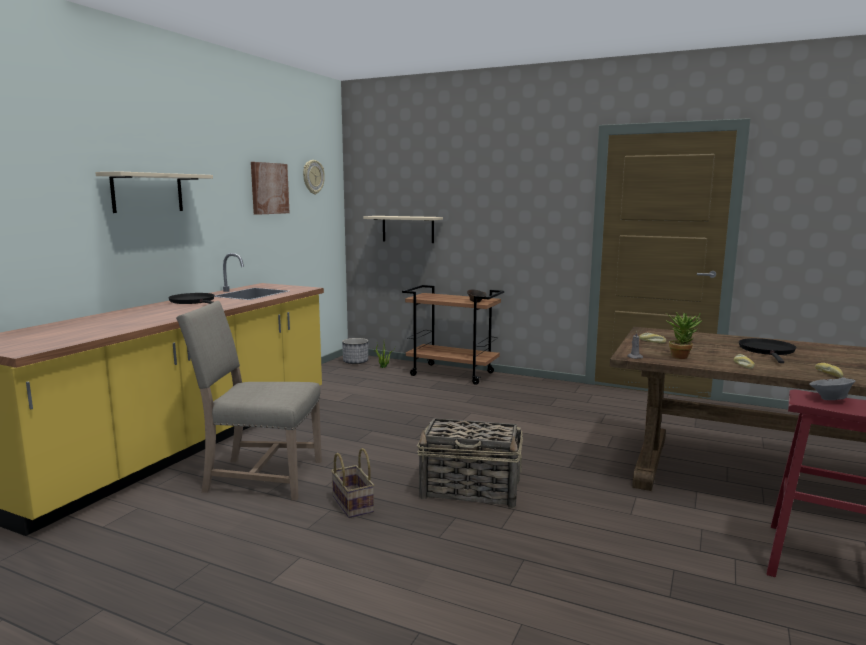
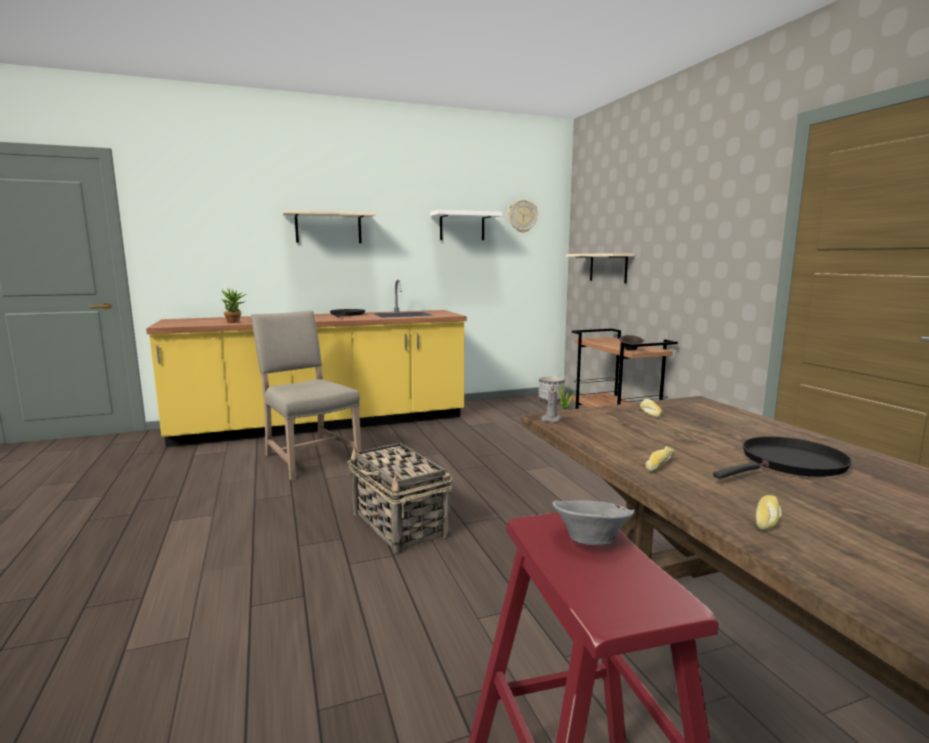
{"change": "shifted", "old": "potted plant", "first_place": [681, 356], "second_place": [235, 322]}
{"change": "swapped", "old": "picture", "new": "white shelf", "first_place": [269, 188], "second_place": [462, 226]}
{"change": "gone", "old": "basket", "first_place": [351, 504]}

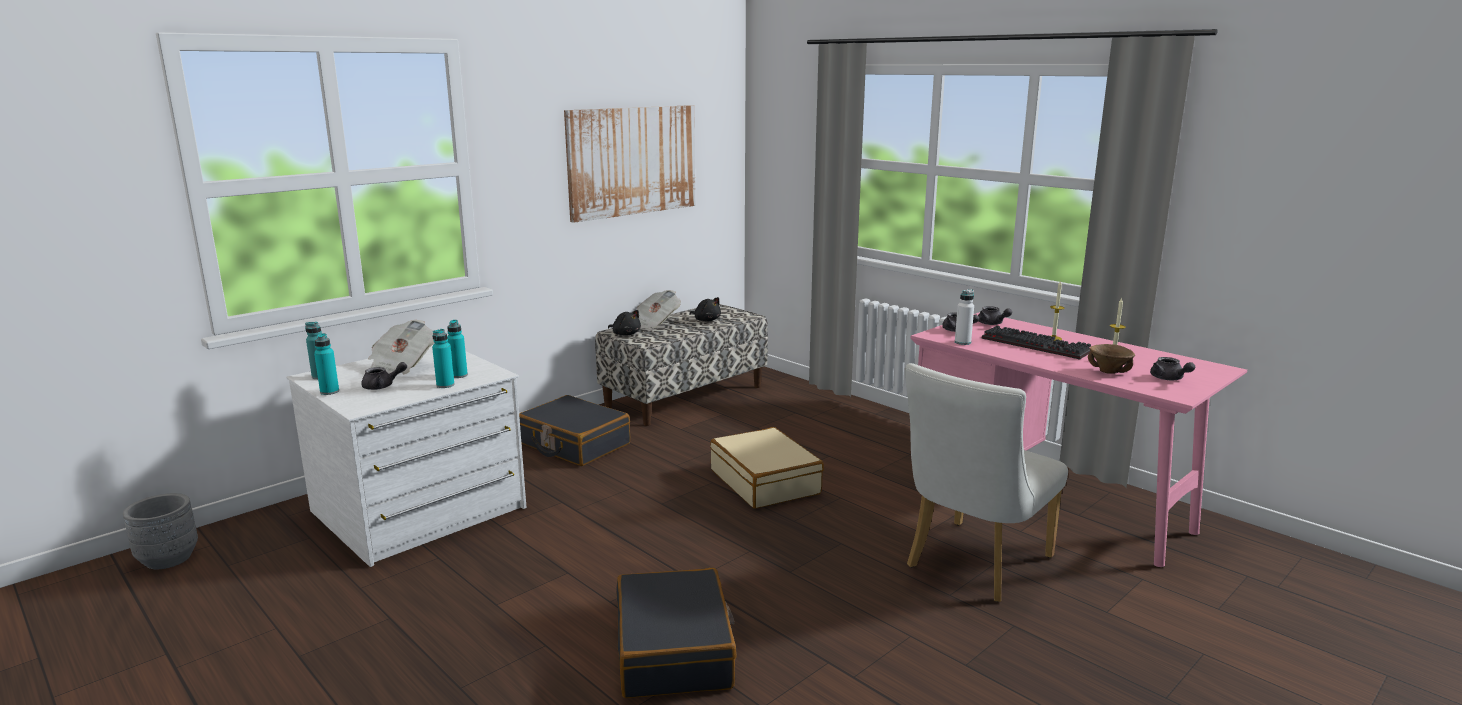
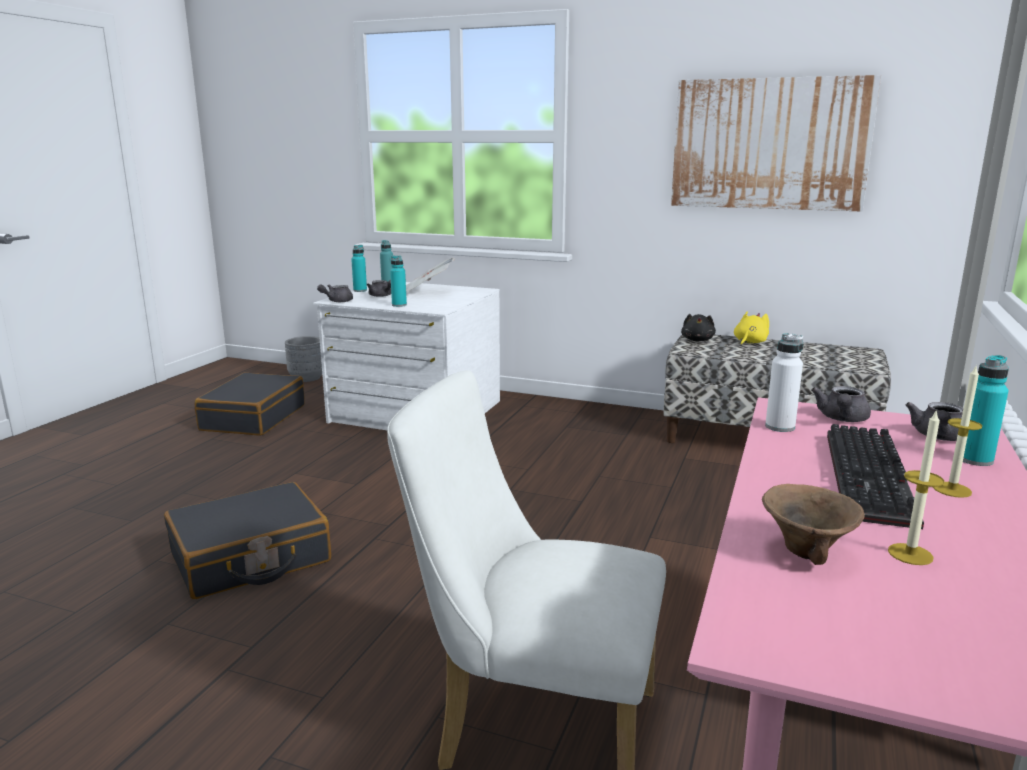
{"change": "shifted", "old": "black suitcase", "first_place": [574, 444], "second_place": [253, 418]}
{"change": "shifted", "old": "grey teapot", "first_place": [1169, 379], "second_place": [336, 301]}
{"change": "swapped", "old": "newspaper", "new": "yellow plush toy", "first_place": [654, 324], "second_place": [749, 342]}
{"change": "shifted", "old": "turquoise bottle", "first_place": [459, 375], "second_place": [975, 460]}
{"change": "gone", "old": "black plush toy", "first_place": [706, 320]}
{"change": "gone", "old": "beige suitcase", "first_place": [765, 482]}

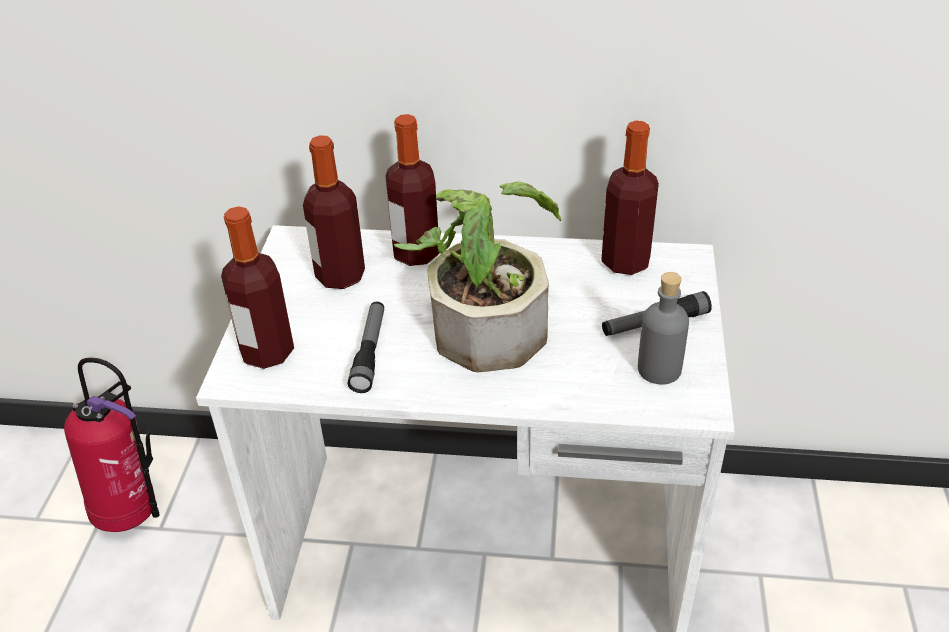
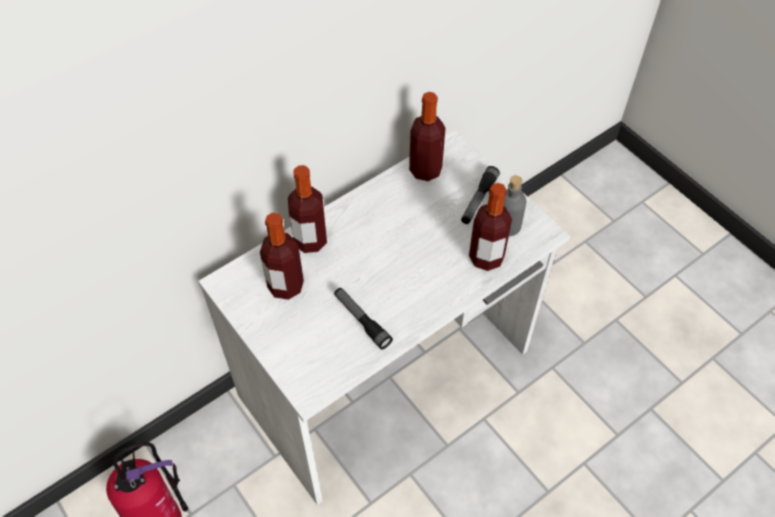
{"change": "shifted", "old": "bottle", "first_place": [267, 352], "second_place": [486, 257]}
{"change": "gone", "old": "potted plant", "first_place": [485, 321]}

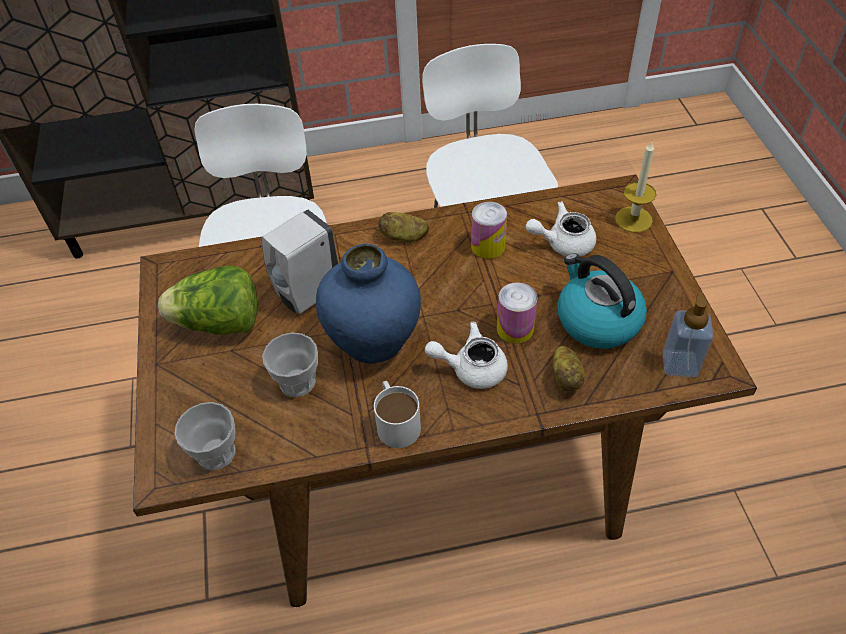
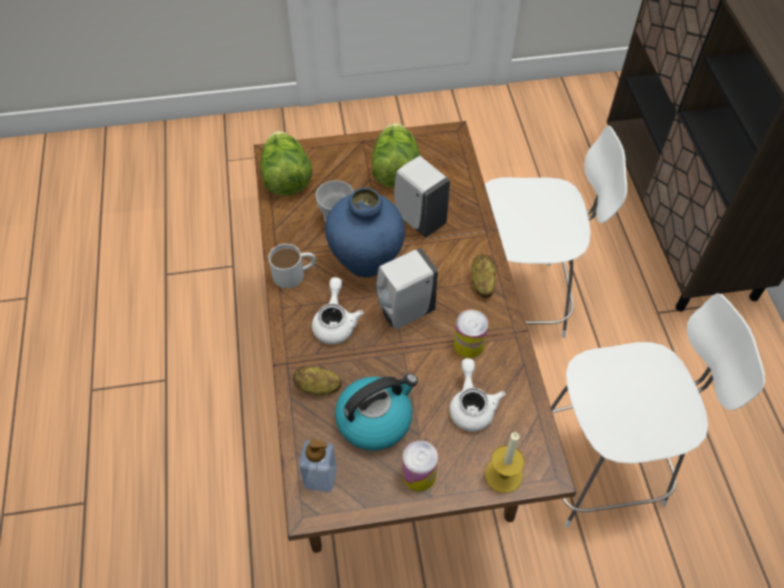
{"change": "swapped", "old": "cup", "new": "lettuce", "first_place": [216, 453], "second_place": [286, 178]}
{"change": "new", "new": "white soap dispenser", "second_place": [404, 312]}
{"change": "shifted", "old": "can", "first_place": [515, 329], "second_place": [419, 475]}

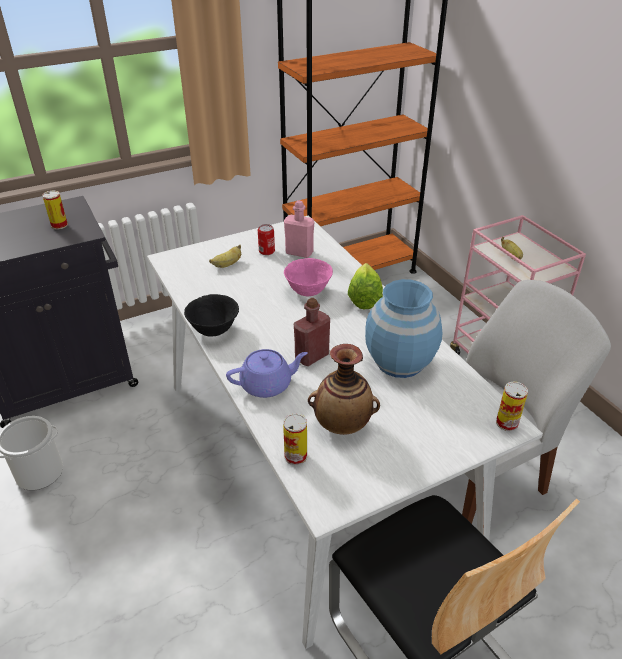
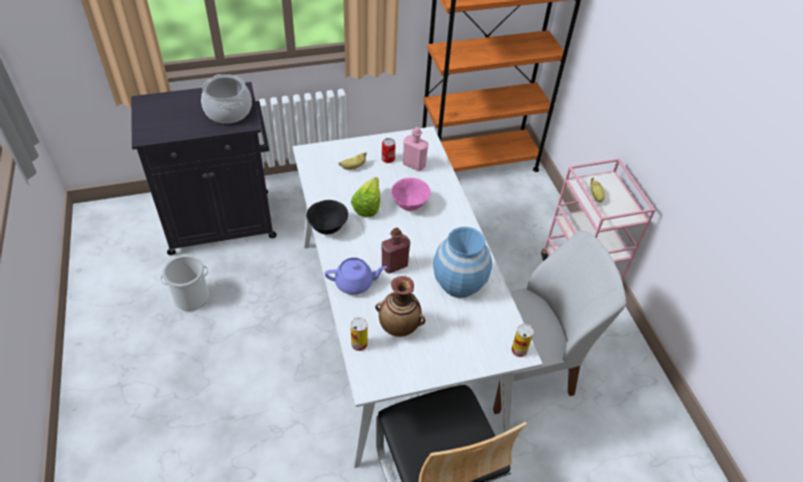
{"change": "swapped", "old": "can", "new": "cooking pot", "first_place": [59, 225], "second_place": [228, 111]}
{"change": "shifted", "old": "lettuce", "first_place": [366, 296], "second_place": [370, 204]}

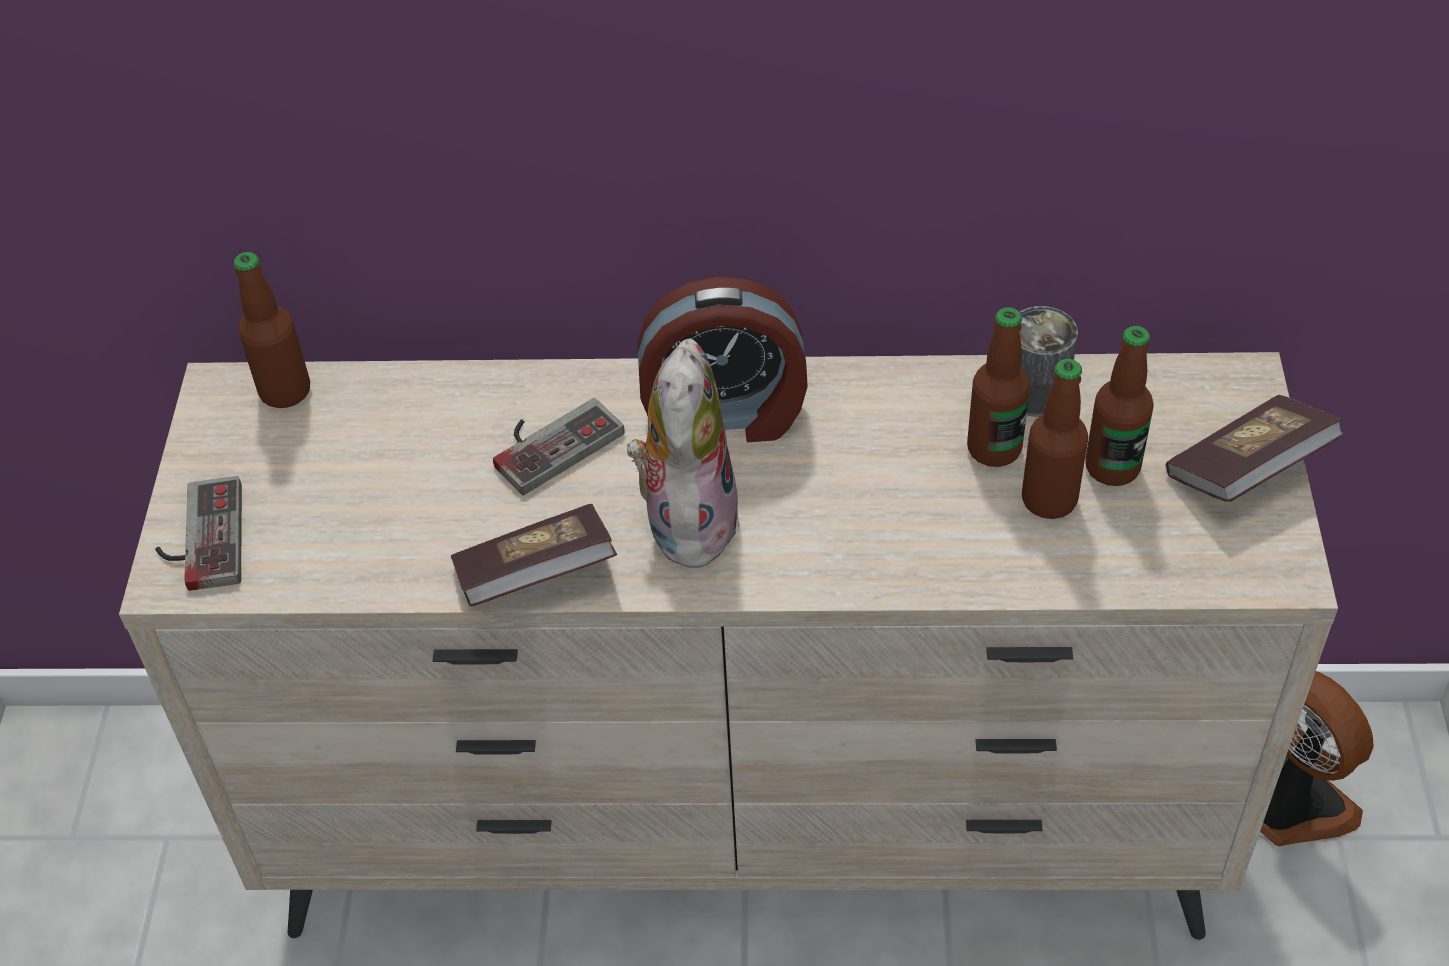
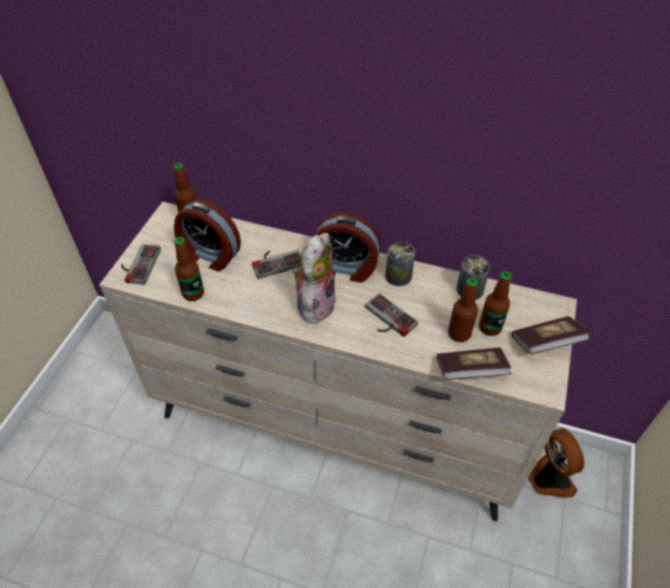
{"change": "new", "new": "alarm clock", "second_place": [209, 255]}
{"change": "shifted", "old": "bottle", "first_place": [994, 449], "second_place": [193, 293]}
{"change": "new", "new": "game controller", "second_place": [386, 319]}
{"change": "new", "new": "can", "second_place": [398, 276]}
{"change": "shifted", "old": "book", "first_place": [536, 576], "second_place": [470, 371]}

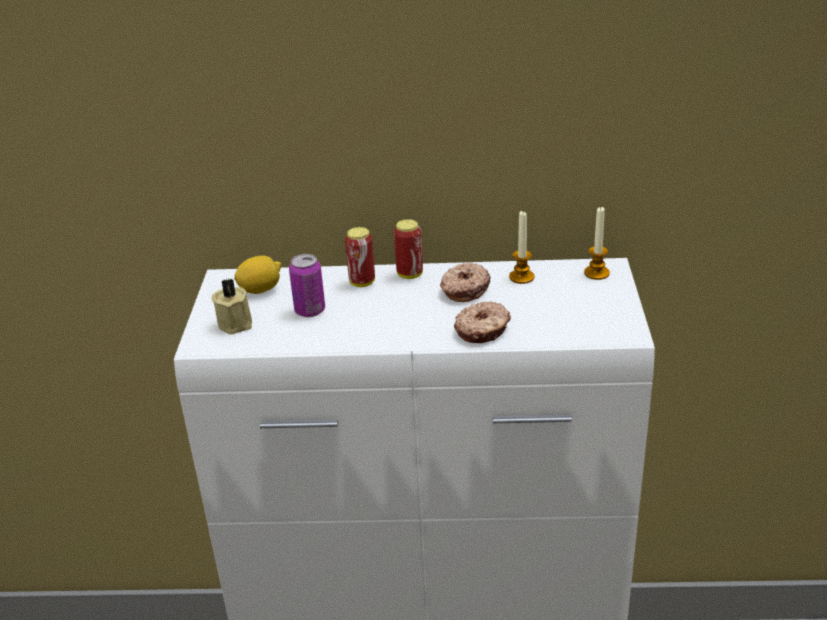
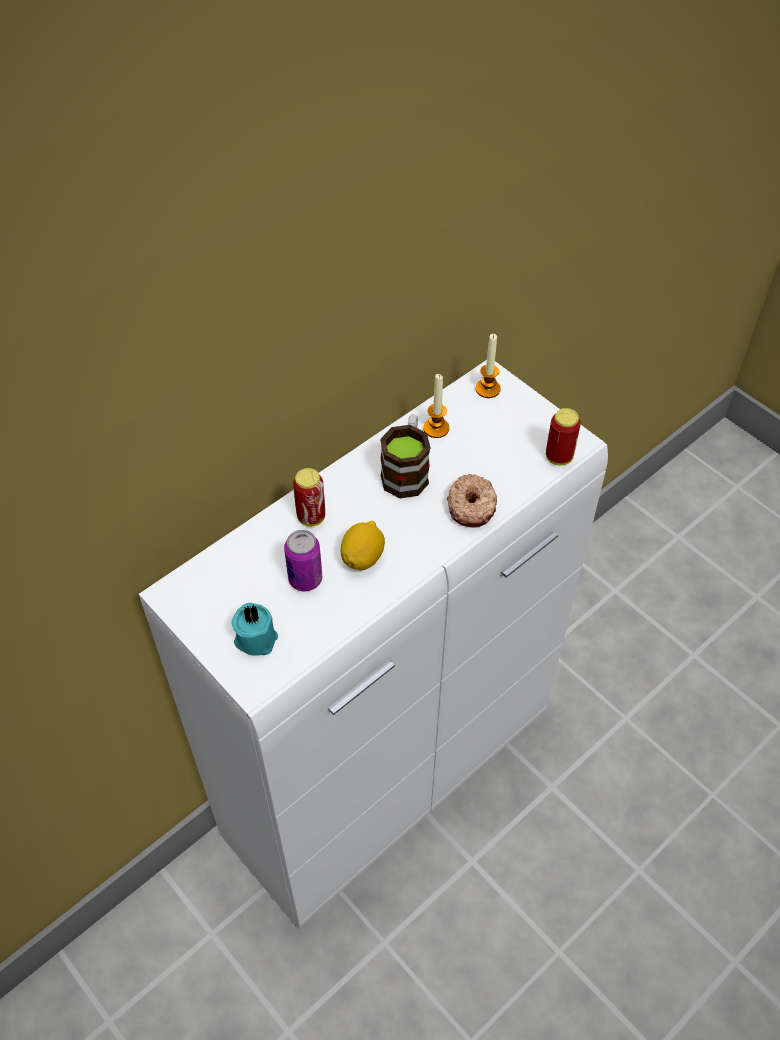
{"change": "repainted", "old": "beige candle", "new": "turquoise candle", "first_place": [236, 323], "second_place": [255, 637]}
{"change": "shifted", "old": "lemon", "first_place": [260, 289], "second_place": [362, 557]}
{"change": "swapped", "old": "donut", "new": "mug", "first_place": [464, 289], "second_place": [406, 471]}
{"change": "shifted", "old": "can", "first_place": [409, 274], "second_place": [559, 457]}

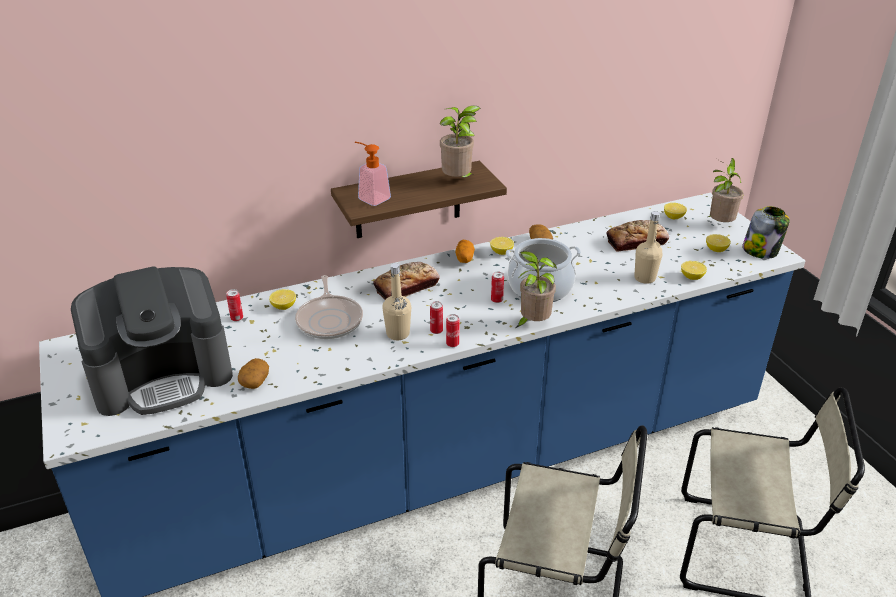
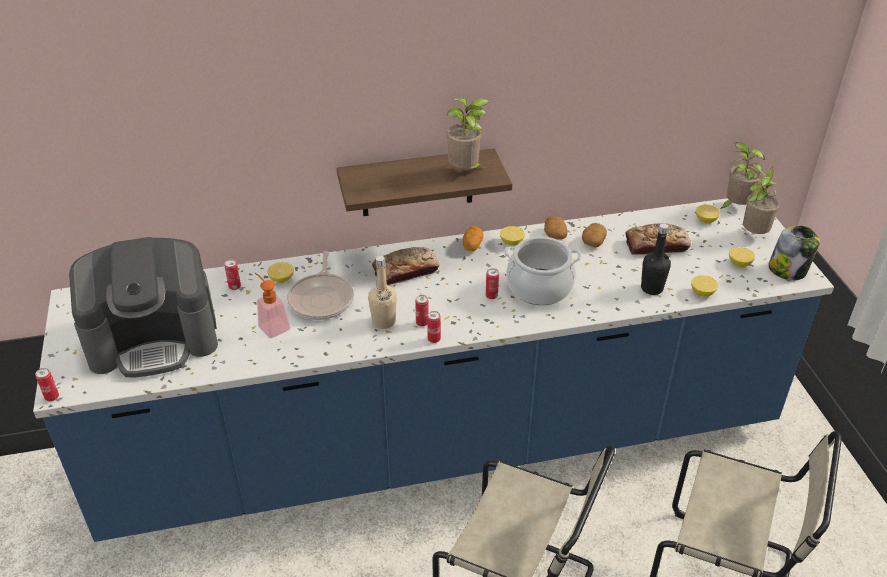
{"change": "new", "new": "can", "second_place": [52, 397]}
{"change": "shifted", "old": "soap dispenser", "first_place": [370, 197], "second_place": [271, 325]}
{"change": "shifted", "old": "potato", "first_place": [254, 381], "second_place": [593, 241]}
{"change": "repainted", "old": "beige bottle", "new": "black bottle", "first_place": [645, 278], "second_place": [652, 288]}
{"change": "shifted", "old": "potted plant", "first_place": [532, 323], "second_place": [735, 207]}

